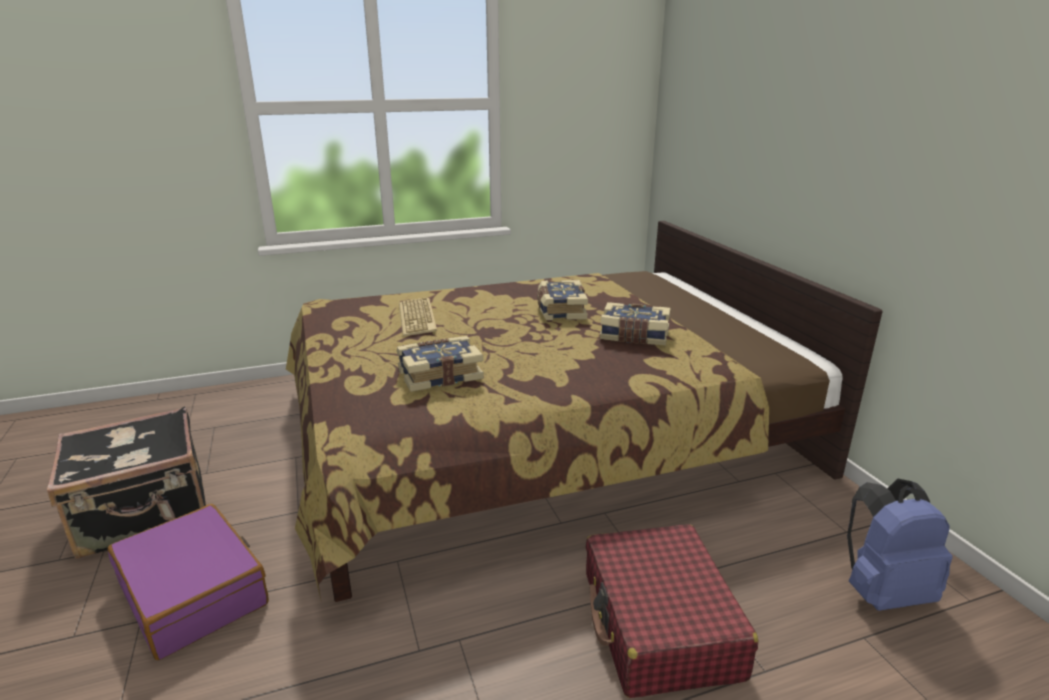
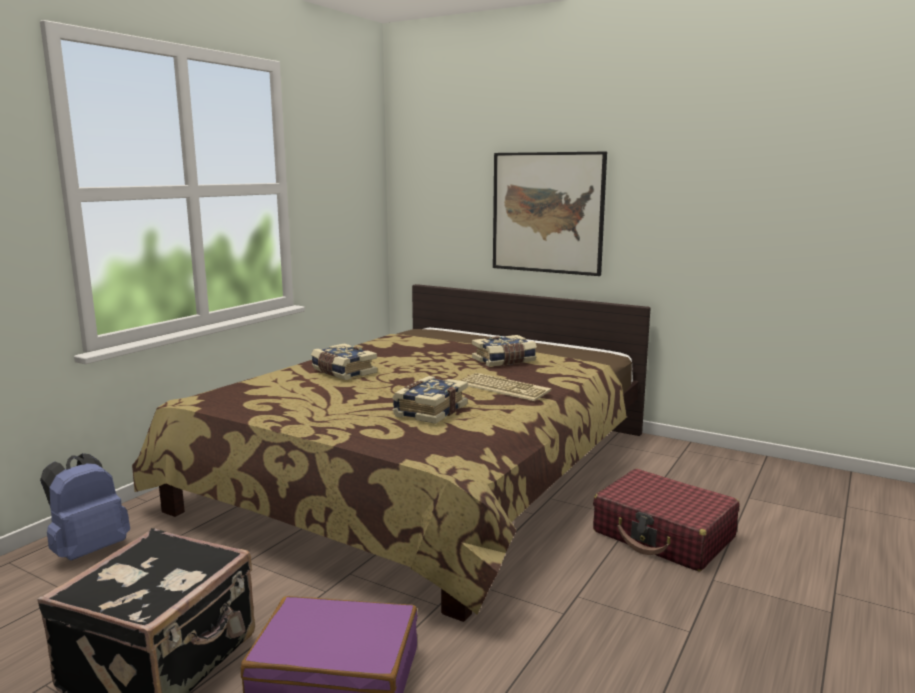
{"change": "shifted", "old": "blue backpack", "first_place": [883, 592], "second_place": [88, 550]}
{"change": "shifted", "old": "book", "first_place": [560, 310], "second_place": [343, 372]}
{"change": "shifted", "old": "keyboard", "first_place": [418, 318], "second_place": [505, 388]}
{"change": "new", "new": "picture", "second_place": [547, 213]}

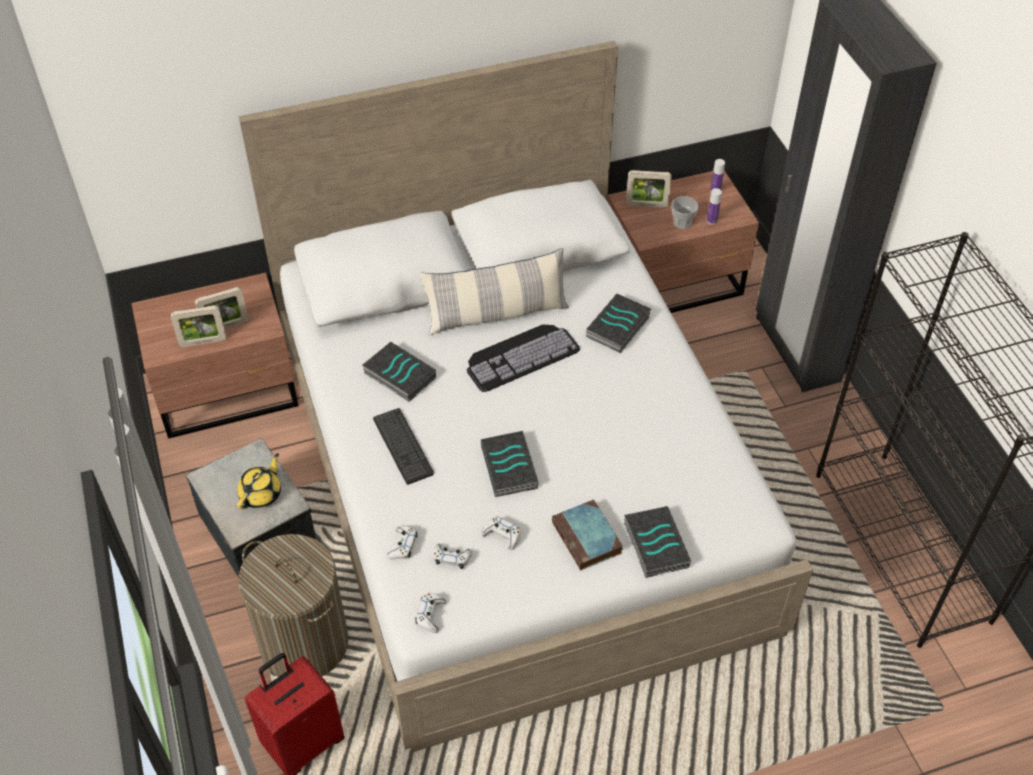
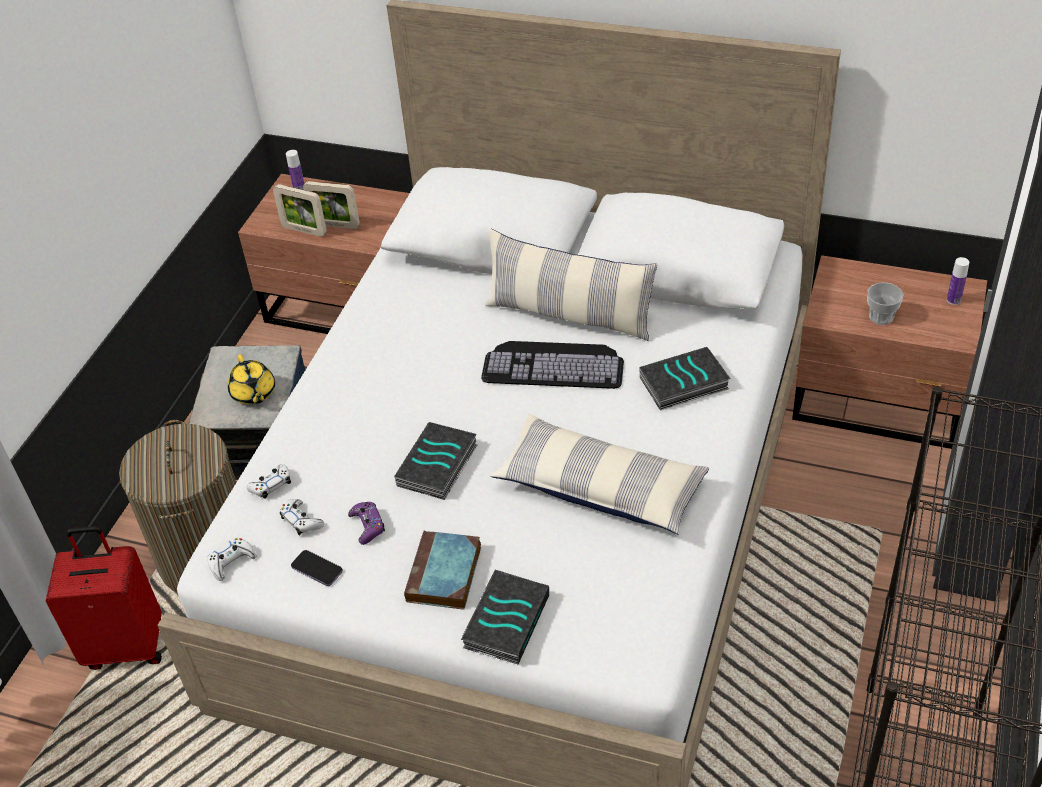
{"change": "rotated", "old": "yellow teapot", "first_place": [261, 494], "second_place": [253, 393], "degrees": 90}
{"change": "shifted", "old": "bottle", "first_place": [712, 220], "second_place": [299, 189]}
{"change": "new", "new": "phone", "second_place": [317, 569]}
{"change": "repainted", "old": "white game controller", "new": "purple game controller", "first_place": [502, 535], "second_place": [367, 525]}
{"change": "new", "new": "pillow", "second_place": [600, 487]}
{"change": "gone", "old": "book", "first_place": [398, 376]}
{"change": "gone", "old": "keyboard", "first_place": [403, 446]}
{"change": "gone", "old": "picture frame", "first_place": [646, 205]}

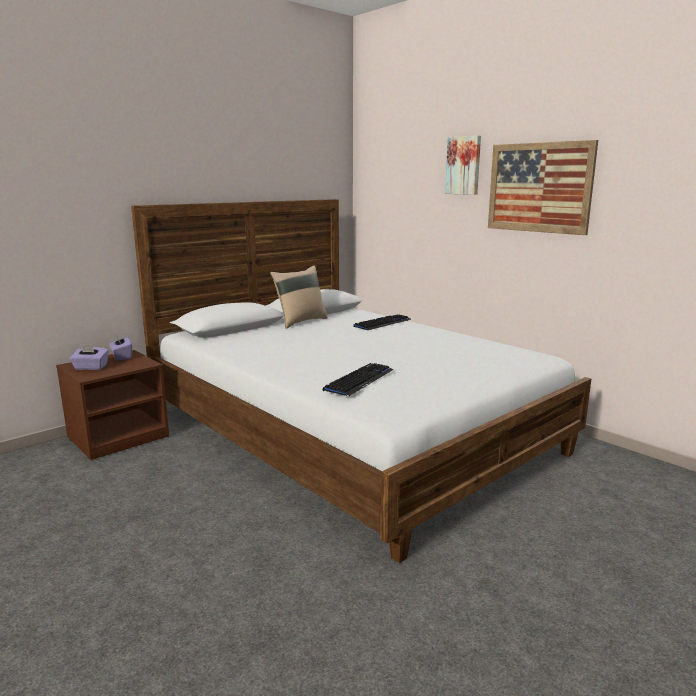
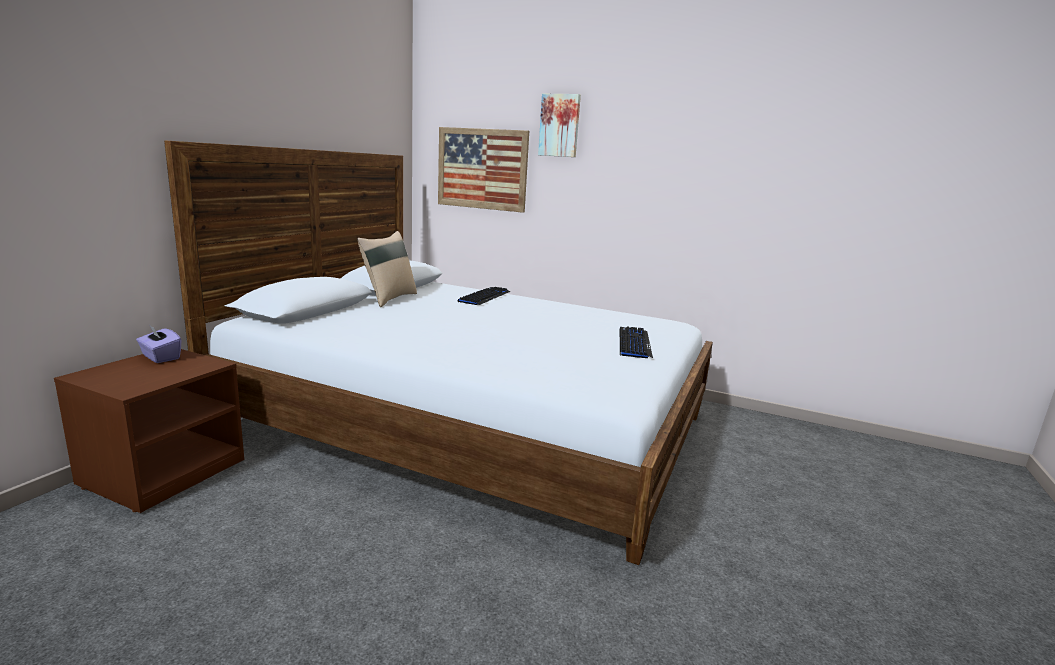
{"change": "shifted", "old": "picture", "first_place": [539, 187], "second_place": [482, 169]}
{"change": "shifted", "old": "keyboard", "first_place": [359, 380], "second_place": [634, 343]}
{"change": "gone", "old": "purple tissue box", "first_place": [90, 367]}

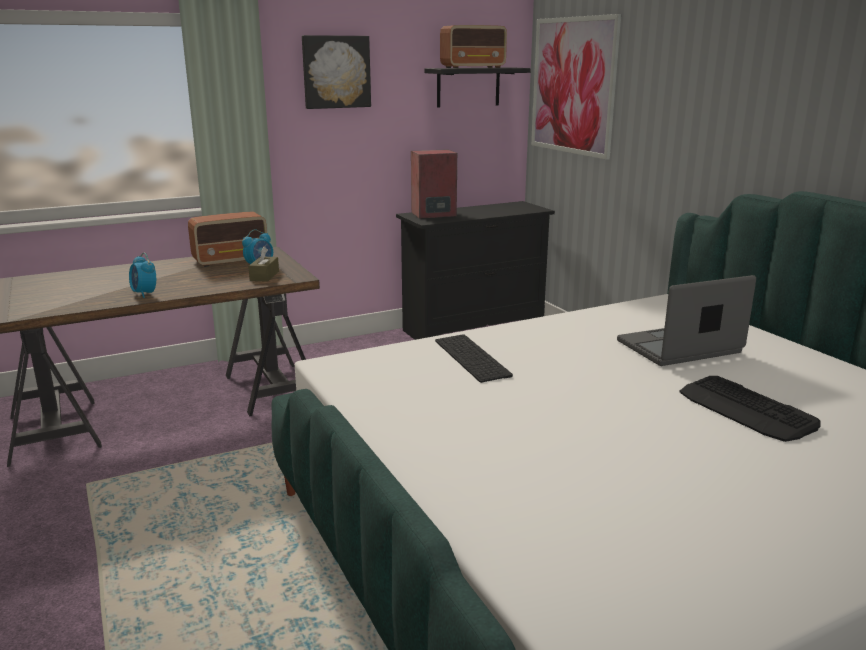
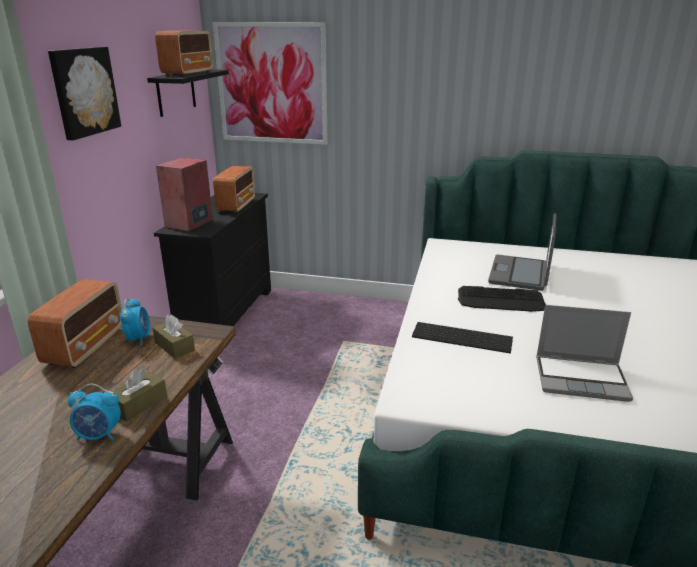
{"change": "new", "new": "brown tissue box", "second_place": [139, 404]}
{"change": "new", "new": "radio", "second_place": [237, 205]}
{"change": "shifted", "old": "keyboard", "first_place": [746, 409], "second_place": [500, 300]}
{"change": "new", "new": "laptop", "second_place": [581, 378]}

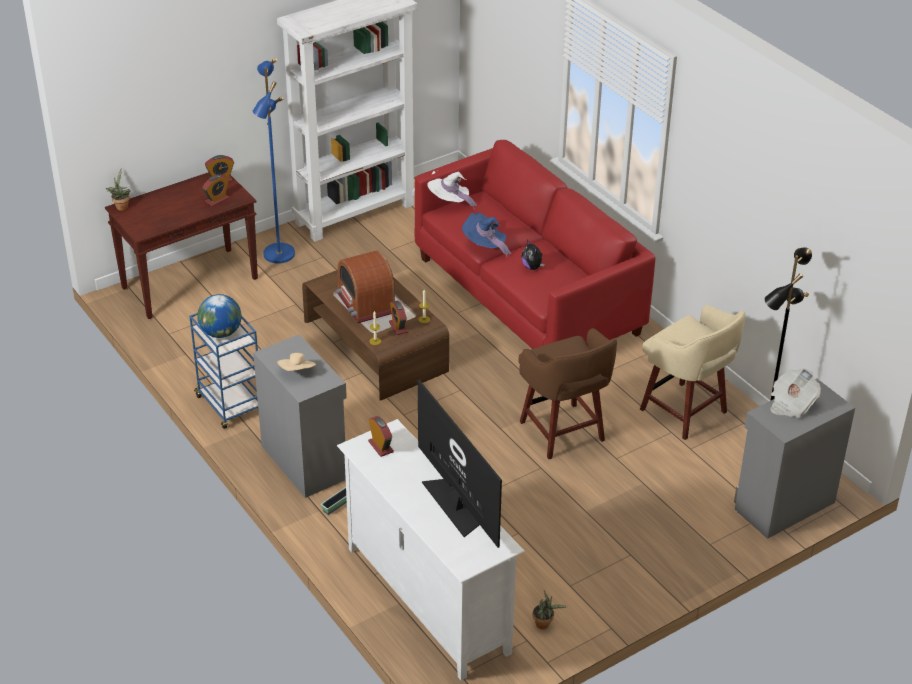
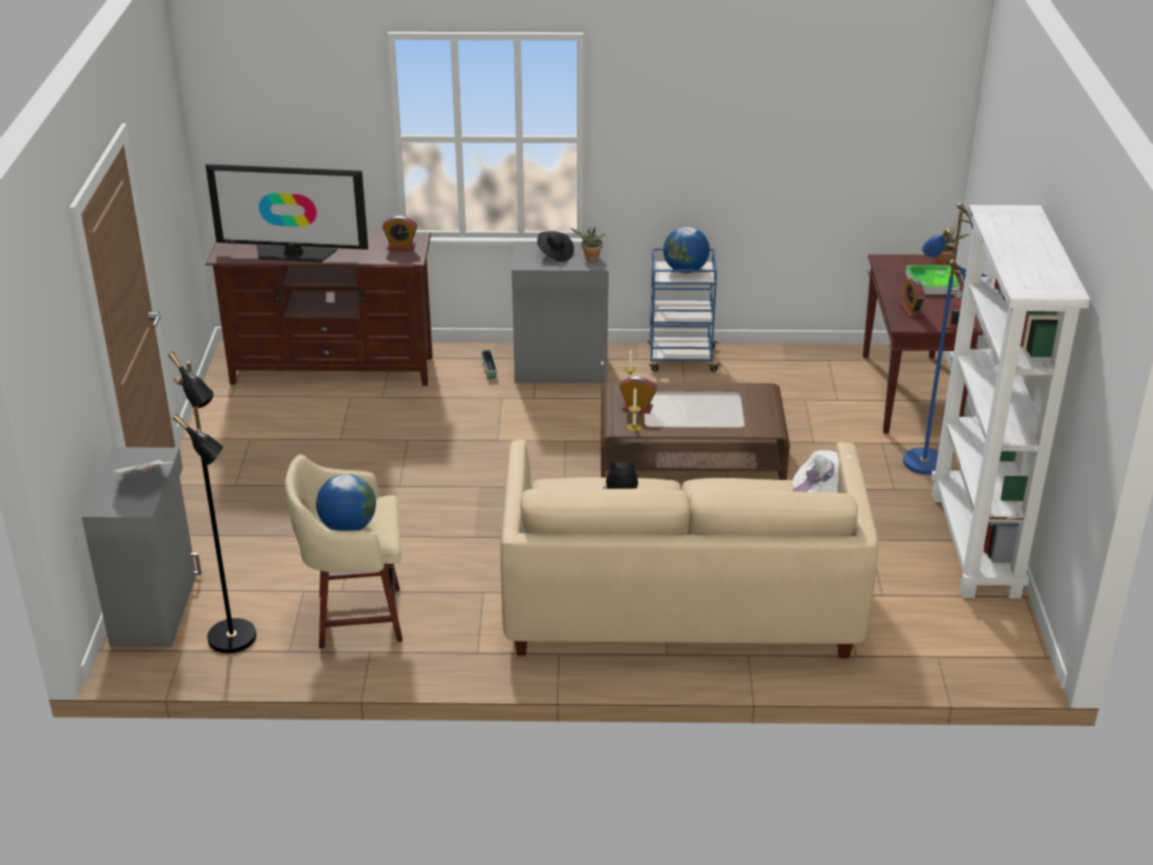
{"change": "repainted", "old": "white tv stand", "new": "brown tv stand", "first_place": [426, 600], "second_place": [333, 369]}
{"change": "new", "new": "globe", "second_place": [348, 527]}
{"change": "repainted", "old": "red sofa", "new": "beige sofa", "first_place": [528, 296], "second_place": [679, 603]}
{"change": "repainted", "old": "beige hat", "new": "black hat", "first_place": [297, 371], "second_place": [555, 254]}
{"change": "shifted", "old": "potted plant", "first_place": [544, 624], "second_place": [590, 259]}
{"change": "new", "new": "tray", "second_place": [931, 283]}
{"change": "gone", "old": "radio", "first_place": [365, 303]}
{"change": "gone", "old": "blue hat", "first_place": [485, 246]}
{"change": "gone", "old": "brown stool", "first_place": [563, 433]}

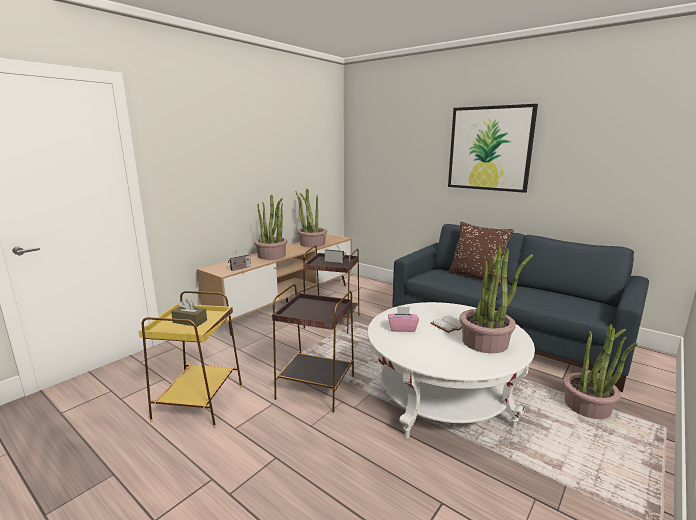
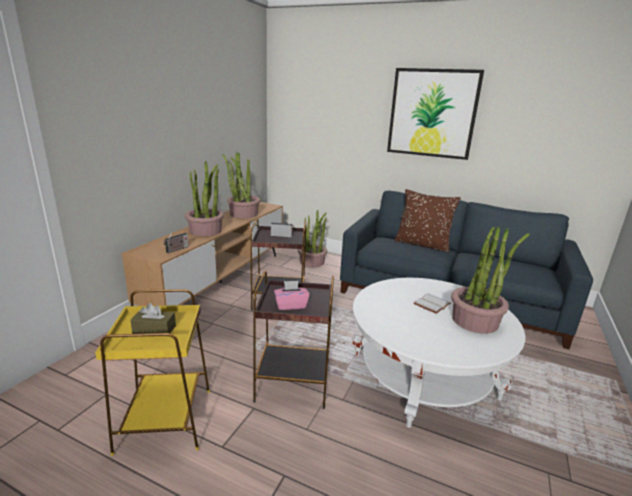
{"change": "shifted", "old": "pink tissue box", "first_place": [402, 328], "second_place": [291, 305]}
{"change": "shifted", "old": "potted plant", "first_place": [588, 406], "second_place": [312, 262]}

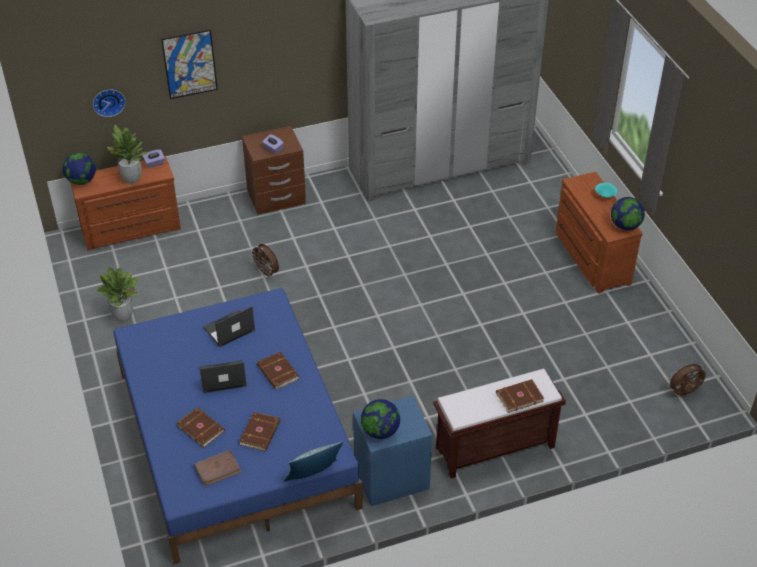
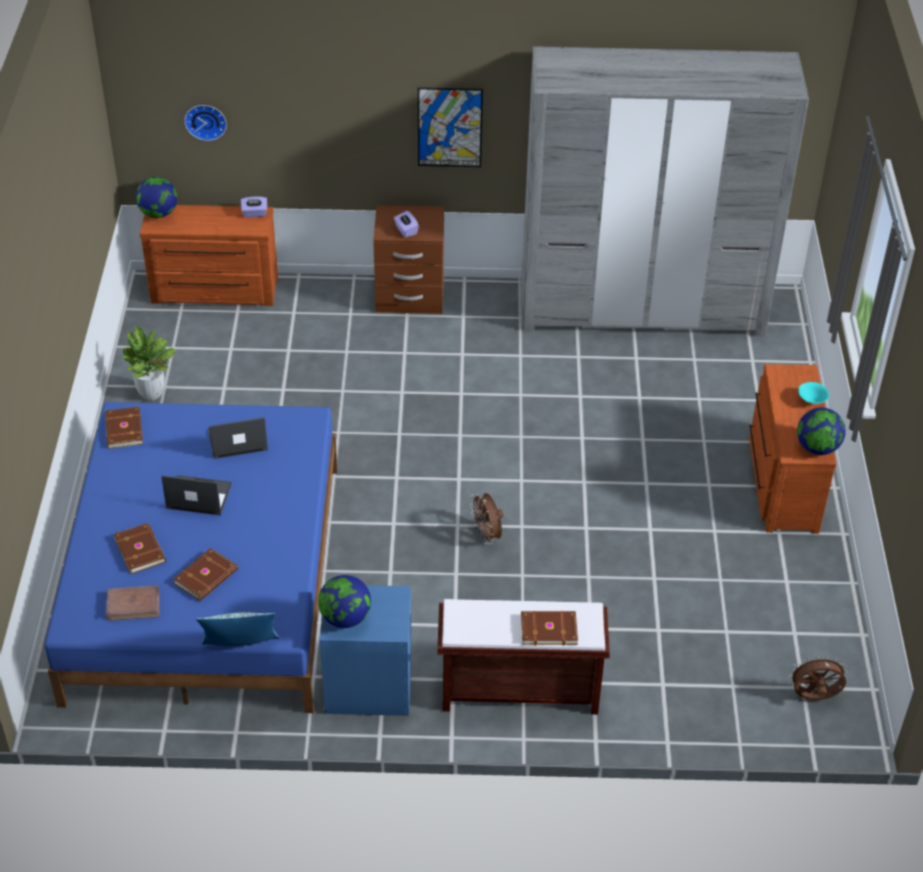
{"change": "shifted", "old": "brown book", "first_place": [277, 372], "second_place": [123, 430]}
{"change": "shifted", "old": "picture", "first_place": [189, 64], "second_place": [449, 127]}
{"change": "shifted", "old": "brown fan", "first_place": [266, 273], "second_place": [487, 535]}
{"change": "gone", "old": "potted plant", "first_place": [131, 179]}

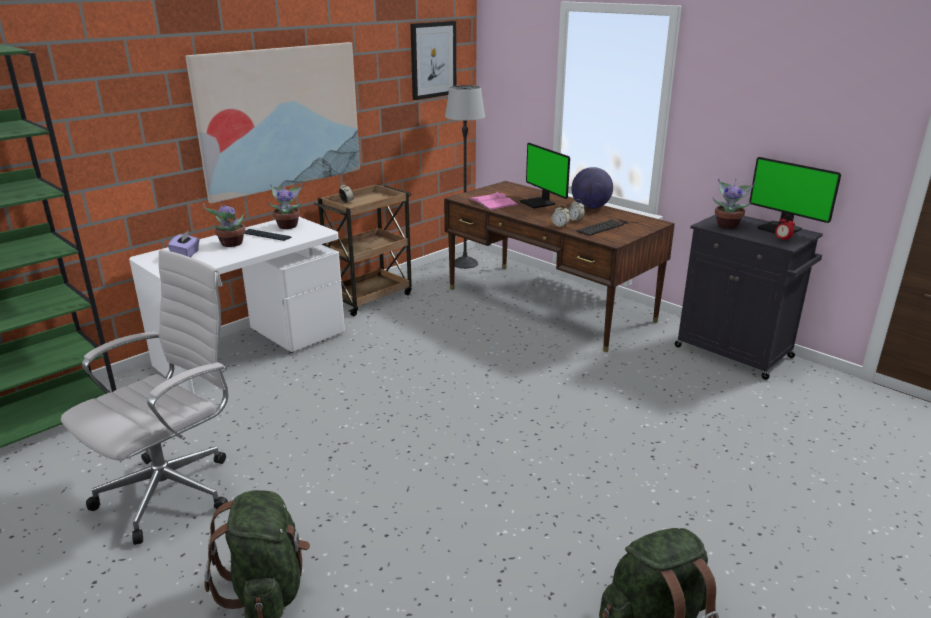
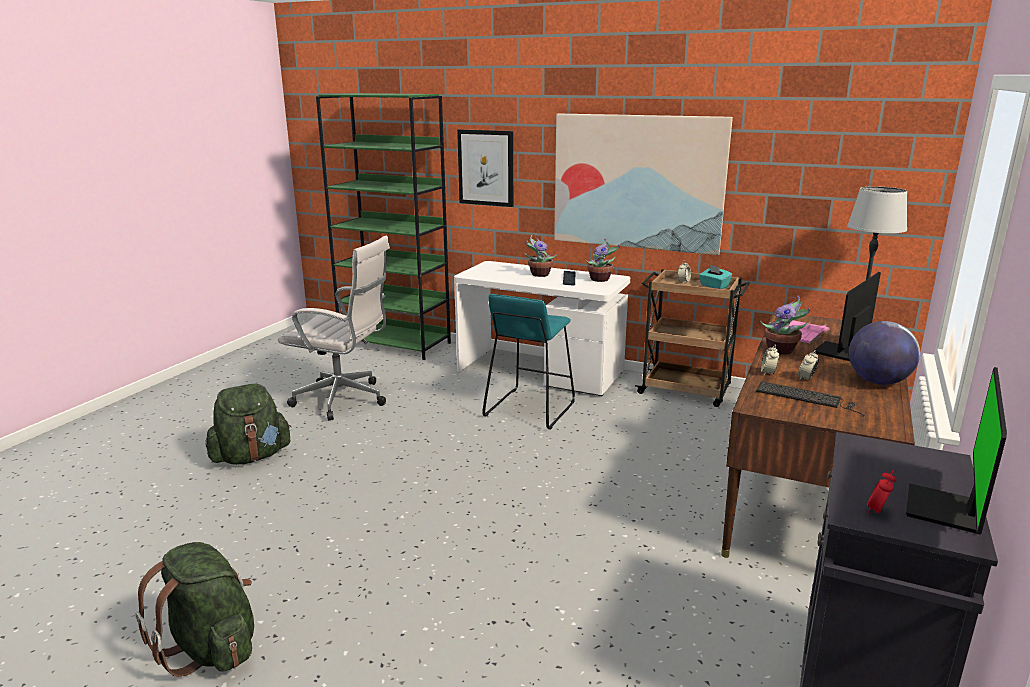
{"change": "shifted", "old": "picture", "first_place": [433, 60], "second_place": [486, 168]}
{"change": "new", "new": "turquoise stool", "second_place": [529, 409]}
{"change": "new", "new": "turquoise tissue box", "second_place": [714, 286]}
{"change": "shifted", "old": "potted plant", "first_place": [728, 225], "second_place": [782, 350]}
{"change": "gone", "old": "purple tissue box", "first_place": [186, 255]}

